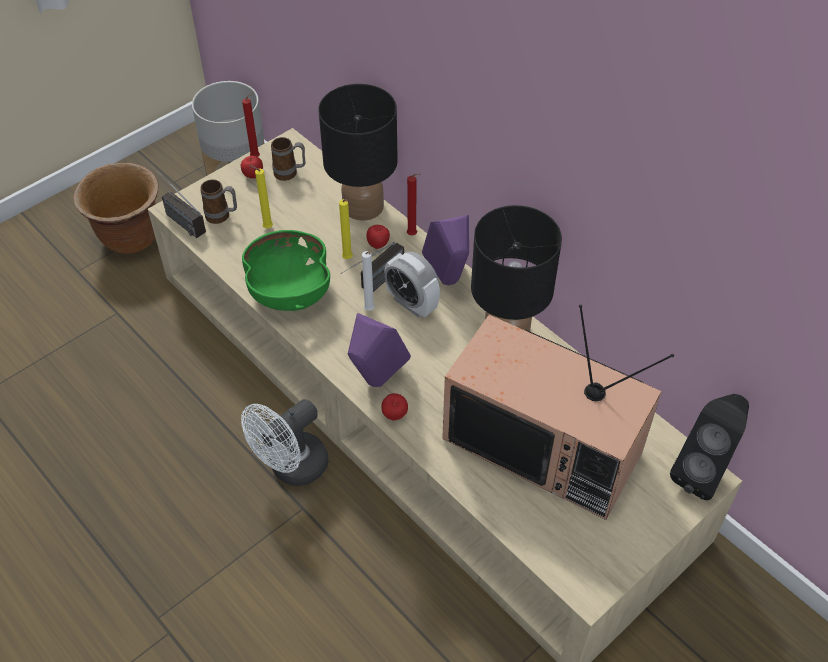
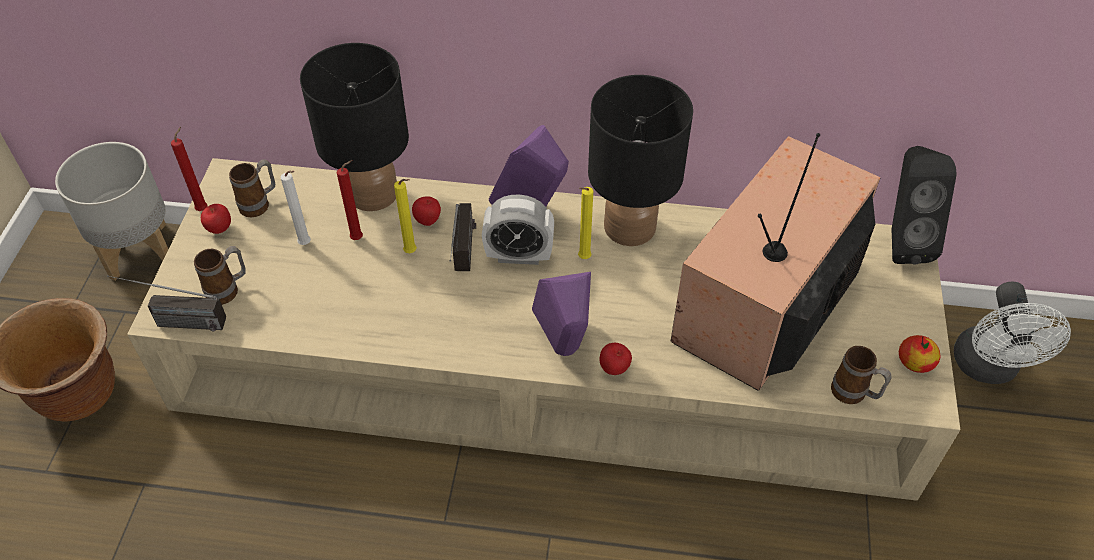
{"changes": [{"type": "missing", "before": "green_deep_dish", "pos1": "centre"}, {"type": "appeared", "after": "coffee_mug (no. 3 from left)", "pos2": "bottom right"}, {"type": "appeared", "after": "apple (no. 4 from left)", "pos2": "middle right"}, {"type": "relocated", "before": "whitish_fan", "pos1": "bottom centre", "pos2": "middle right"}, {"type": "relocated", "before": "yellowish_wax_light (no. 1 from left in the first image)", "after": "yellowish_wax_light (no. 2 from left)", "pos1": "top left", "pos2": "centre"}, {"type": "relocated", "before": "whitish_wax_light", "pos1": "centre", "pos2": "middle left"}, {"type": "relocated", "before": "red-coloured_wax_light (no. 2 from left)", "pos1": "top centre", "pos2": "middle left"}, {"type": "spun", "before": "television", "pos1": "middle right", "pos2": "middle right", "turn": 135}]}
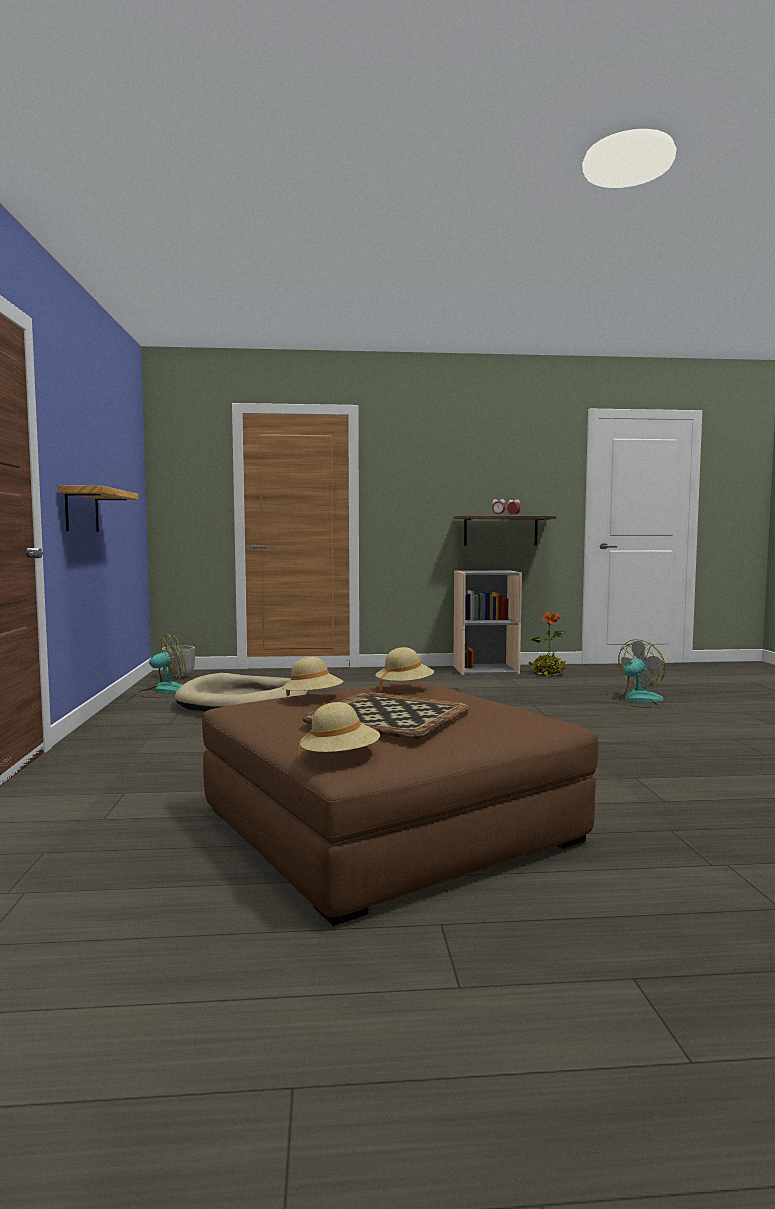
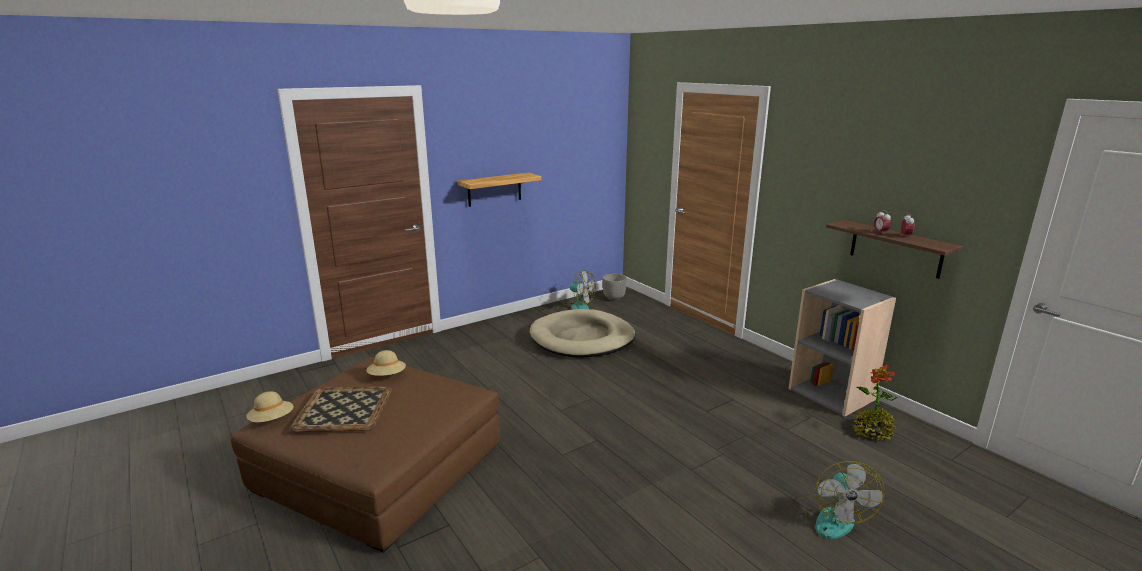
{"changes": [{"type": "missing", "before": "beige_wearable_hat (no. 3 from left)", "pos1": "centre"}, {"type": "spun", "before": "fan (no. 2 from left)", "pos1": "middle right", "pos2": "bottom right", "turn": 75}]}
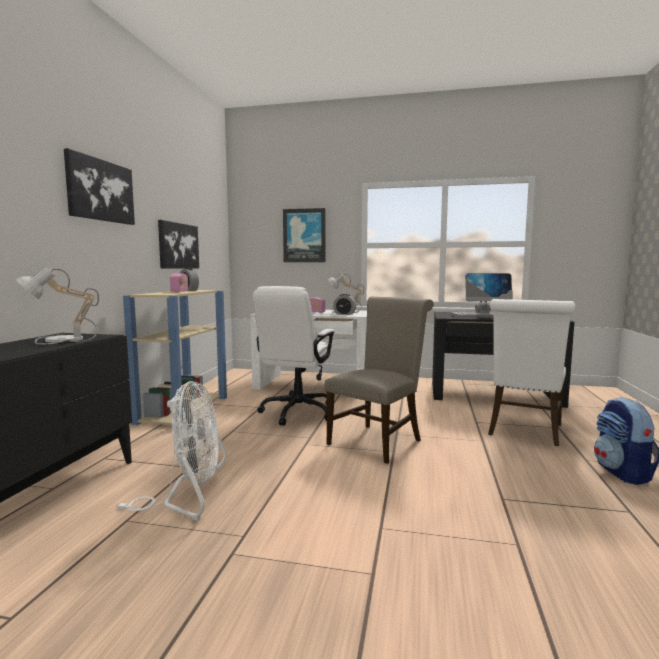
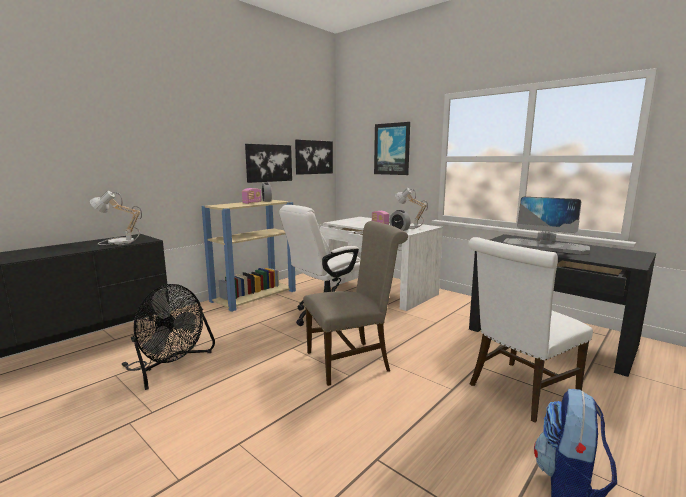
{"changes": [{"type": "relocated", "before": "wall_picture (no. 1 from left in the first image)", "after": "wall_picture (no. 2 from left)", "pos1": "top left", "pos2": "top centre"}, {"type": "colour", "before": "whitish_fan", "after": "blackish_fan", "pos1": "bottom left", "pos2": "bottom left"}]}
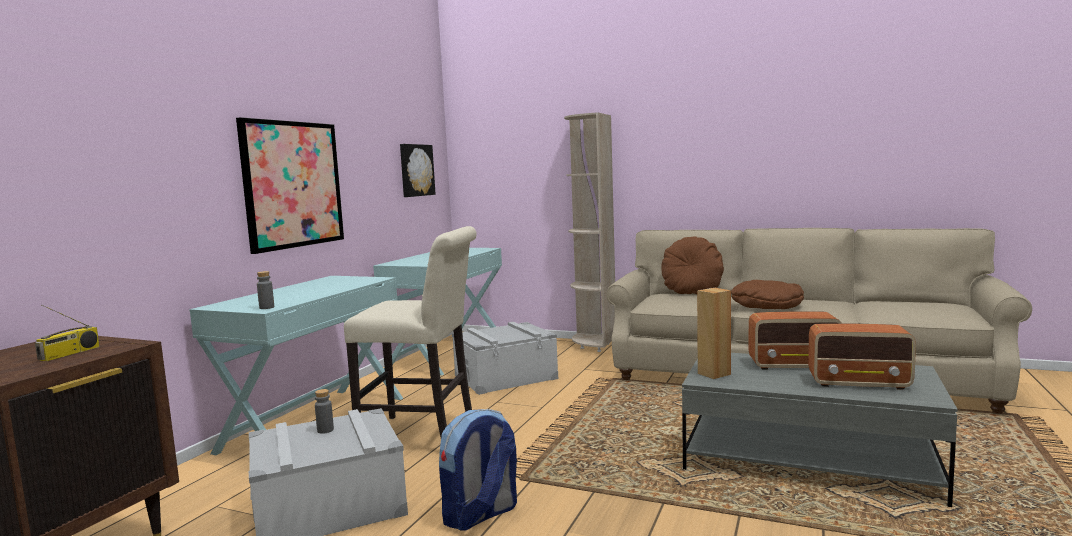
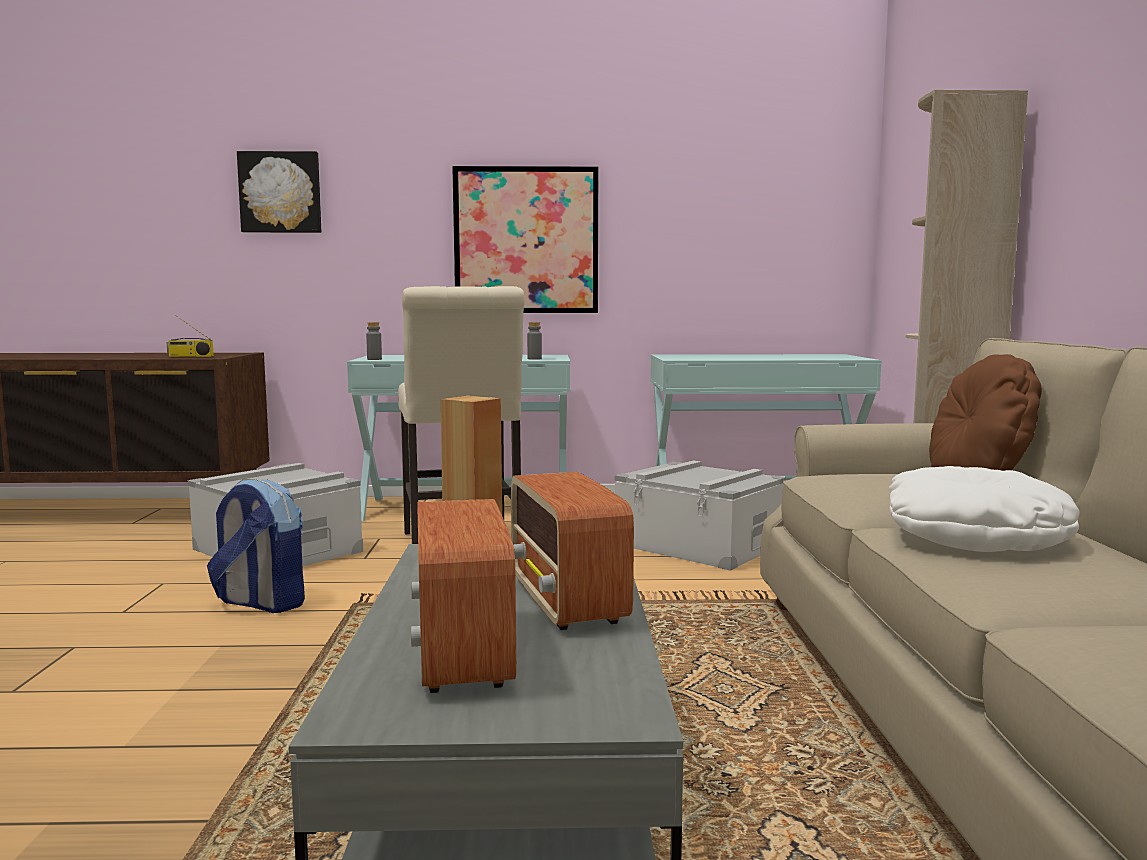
{"changes": [{"type": "relocated", "before": "greyish_bottle (no. 2 from left)", "pos1": "bottom left", "pos2": "centre"}, {"type": "relocated", "before": "wall_picture (no. 2 from left in the first image)", "after": "wall_picture (no. 1 from left)", "pos1": "top centre", "pos2": "top left"}, {"type": "colour", "before": "brown_pillow (no. 2 from left)", "after": "whitish_pillow", "pos1": "middle right", "pos2": "middle right"}]}
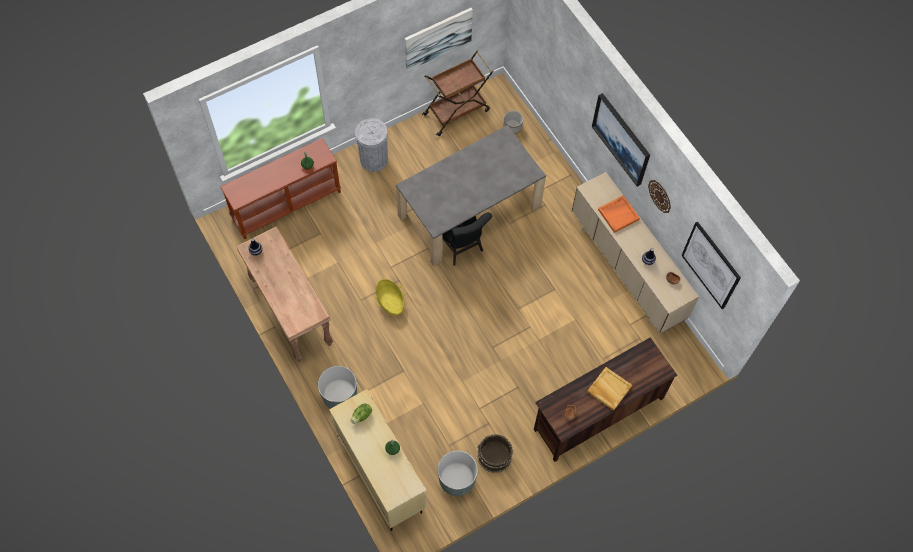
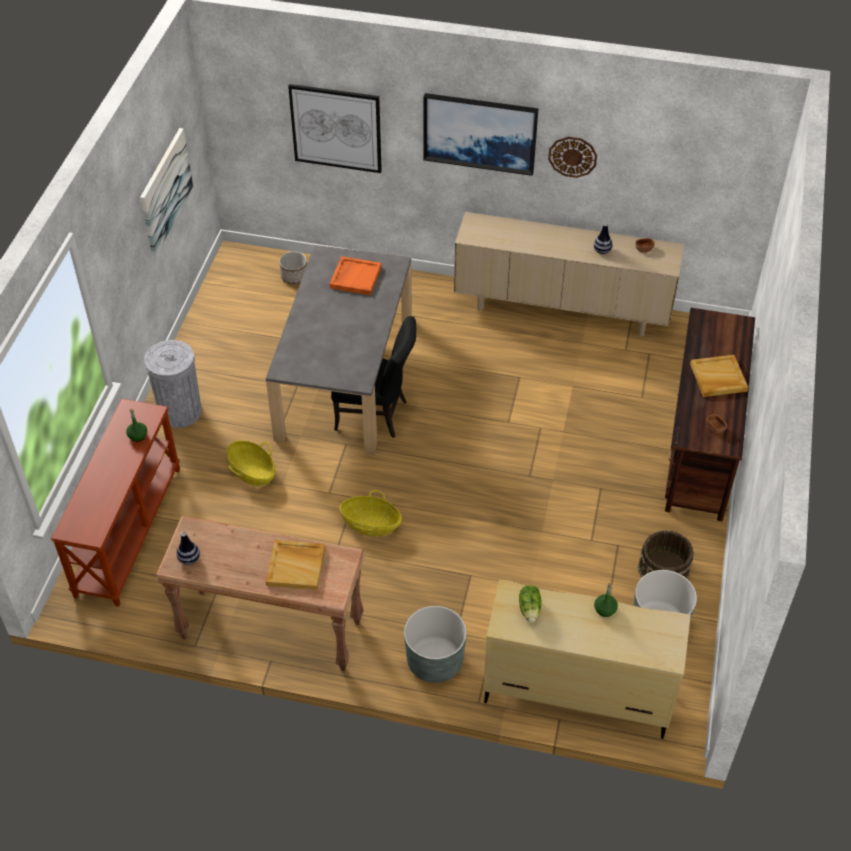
{"changes": [{"type": "missing", "before": "brown_wheeled_cart", "pos1": "top centre"}, {"type": "appeared", "after": "storage_basket (no. 1 from left)", "pos2": "middle left"}, {"type": "appeared", "after": "beige_tray (no. 1 from left)", "pos2": "centre"}, {"type": "relocated", "before": "orange_tray", "pos1": "middle right", "pos2": "top centre"}, {"type": "relocated", "before": "wall_picture (no. 3 from left in the first image)", "after": "wall_picture (no. 2 from left)", "pos1": "middle right", "pos2": "top centre"}]}
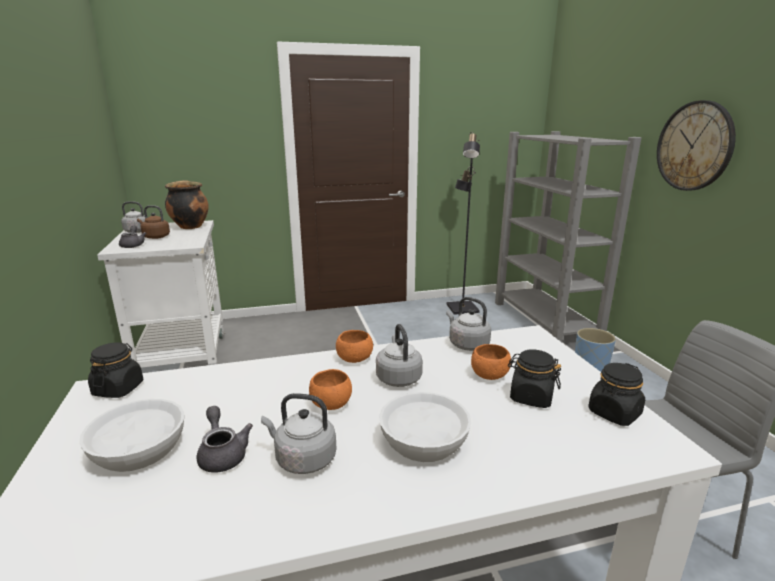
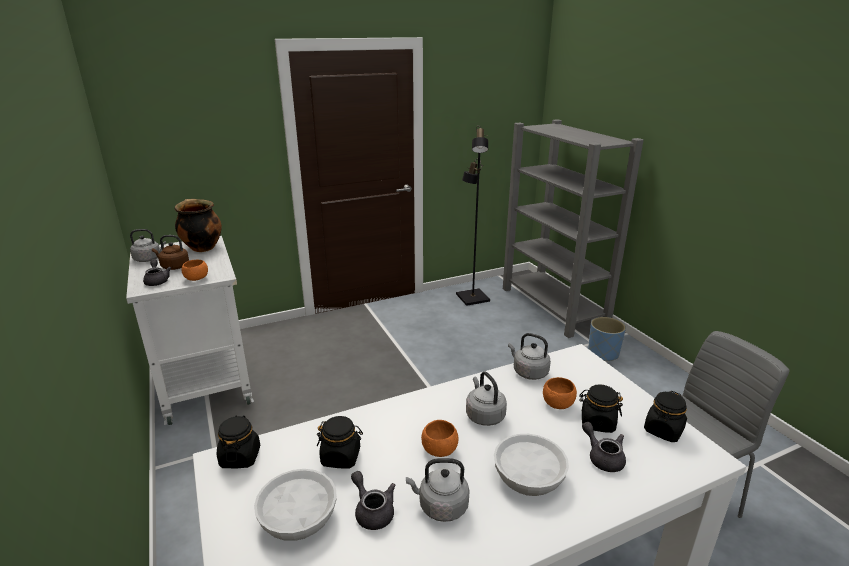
{"changes": [{"type": "missing", "before": "hanging_clock", "pos1": "top right"}, {"type": "appeared", "after": "blackish_jar (no. 2 from left)", "pos2": "bottom centre"}, {"type": "appeared", "after": "greyish_tea_pot (no. 3 from left)", "pos2": "bottom right"}, {"type": "relocated", "before": "orange_deep_dish (no. 2 from left in the first image)", "after": "orange_deep_dish (no. 1 from left)", "pos1": "centre", "pos2": "middle left"}]}
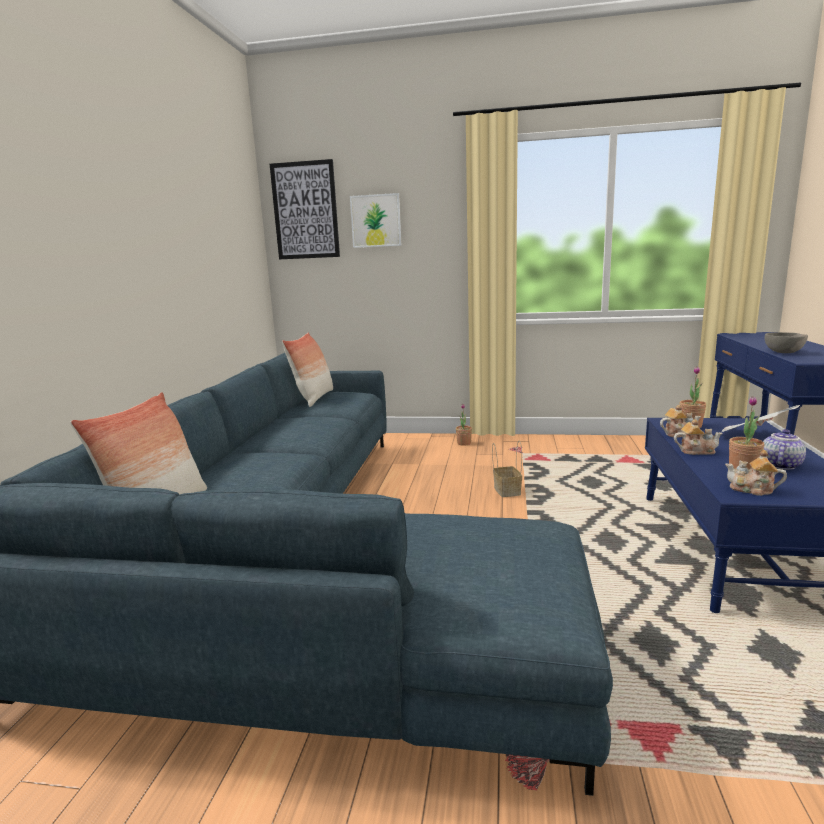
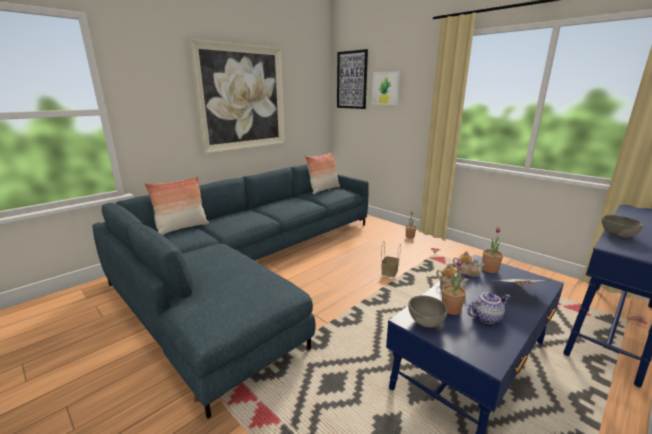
{"changes": [{"type": "appeared", "after": "wall_picture (no. 1 from left)", "pos2": "top centre"}, {"type": "exchanged", "before": "tea_pot (no. 3 from left)", "after": "greyish_deep_dish (no. 1 from left)", "pos1": "middle right", "pos2": "bottom centre"}]}
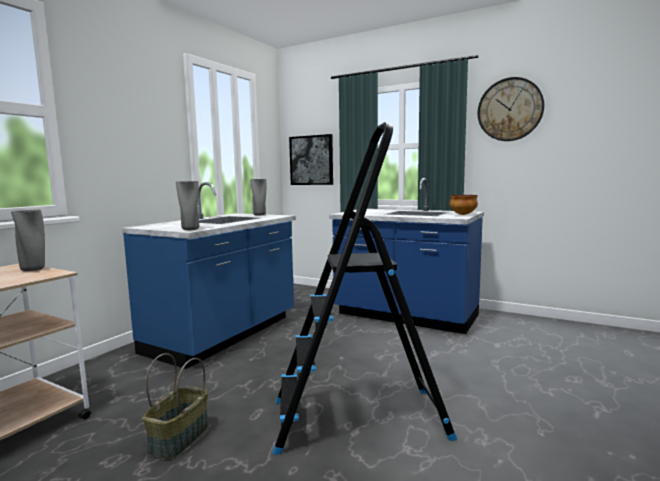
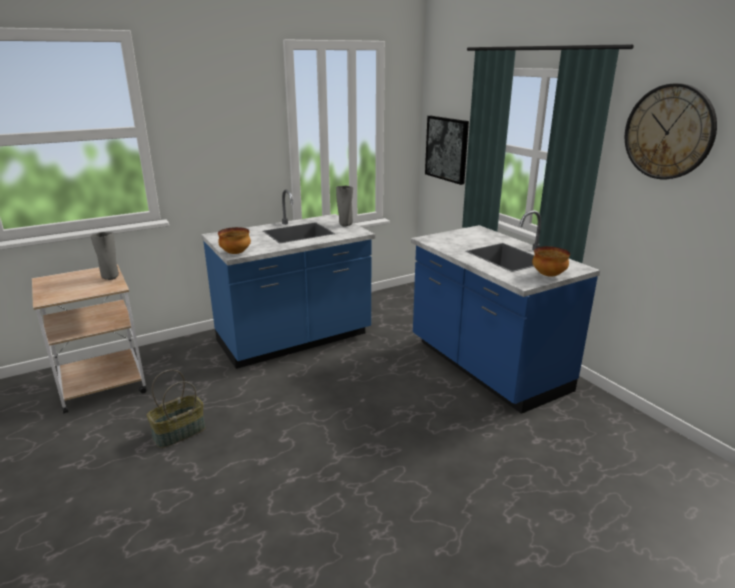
{"changes": [{"type": "missing", "before": "blackish_step_stool", "pos1": "centre"}, {"type": "exchanged", "before": "greyish_vase (no. 2 from left)", "after": "deep_dish (no. 1 from left)", "pos1": "middle left", "pos2": "middle left"}]}
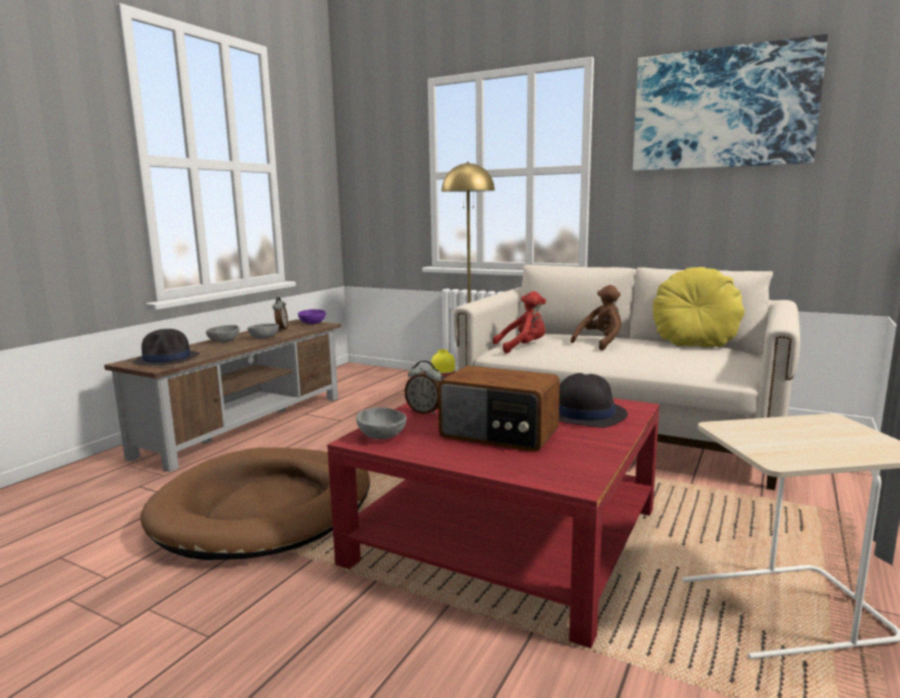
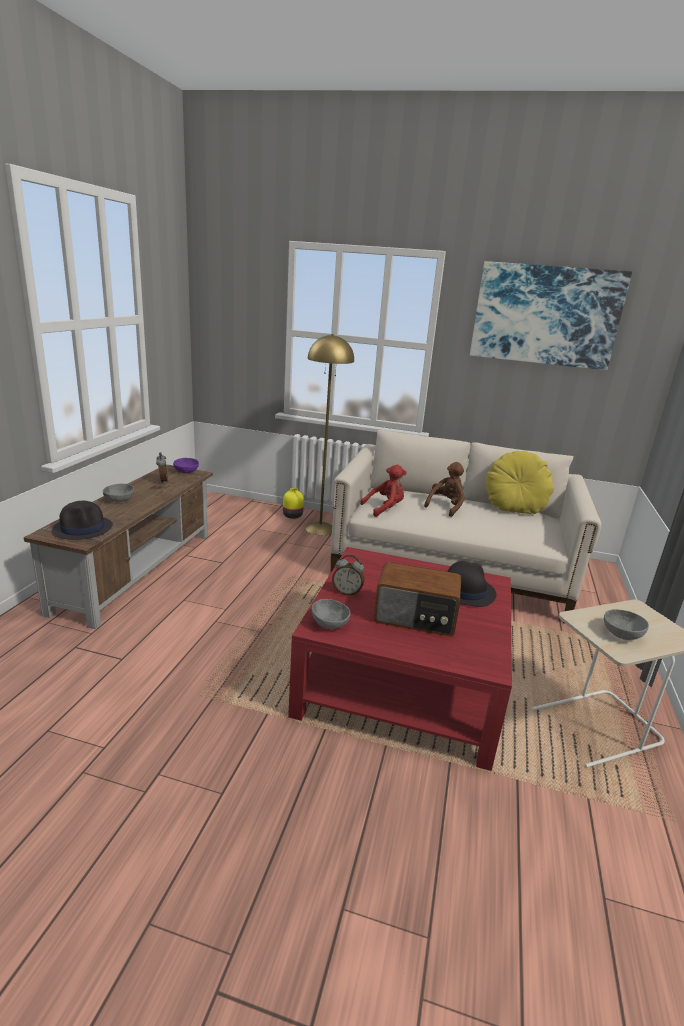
{"changes": [{"type": "missing", "before": "brown_dog_cushion", "pos1": "bottom left"}, {"type": "relocated", "before": "greyish_deep_dish (no. 2 from left in the first image)", "after": "greyish_deep_dish (no. 3 from left)", "pos1": "middle left", "pos2": "middle right"}]}
